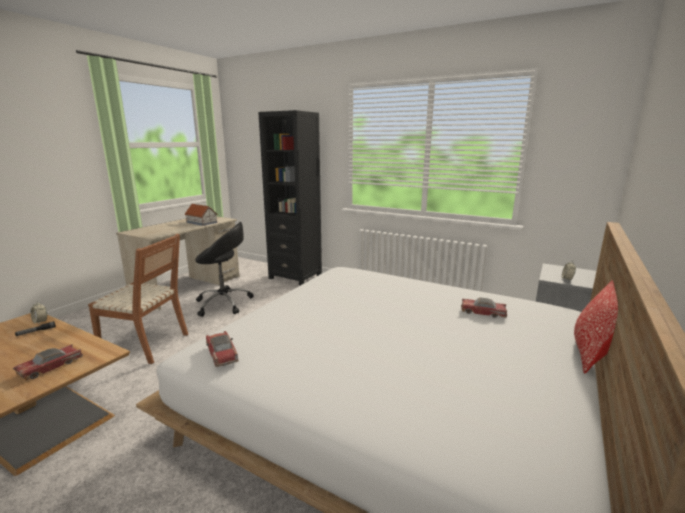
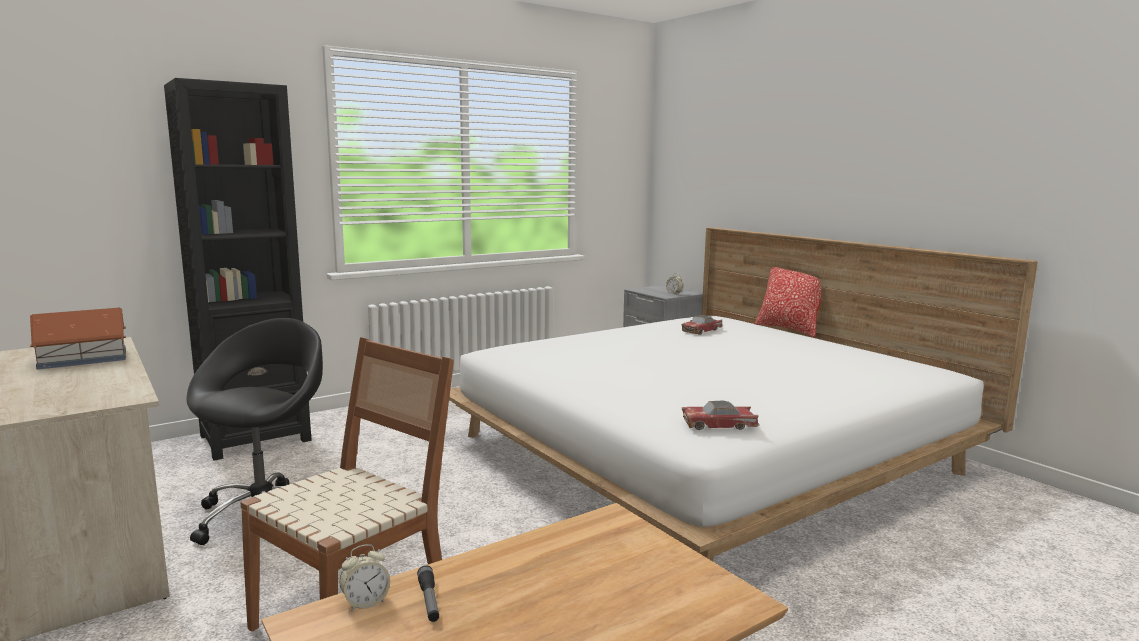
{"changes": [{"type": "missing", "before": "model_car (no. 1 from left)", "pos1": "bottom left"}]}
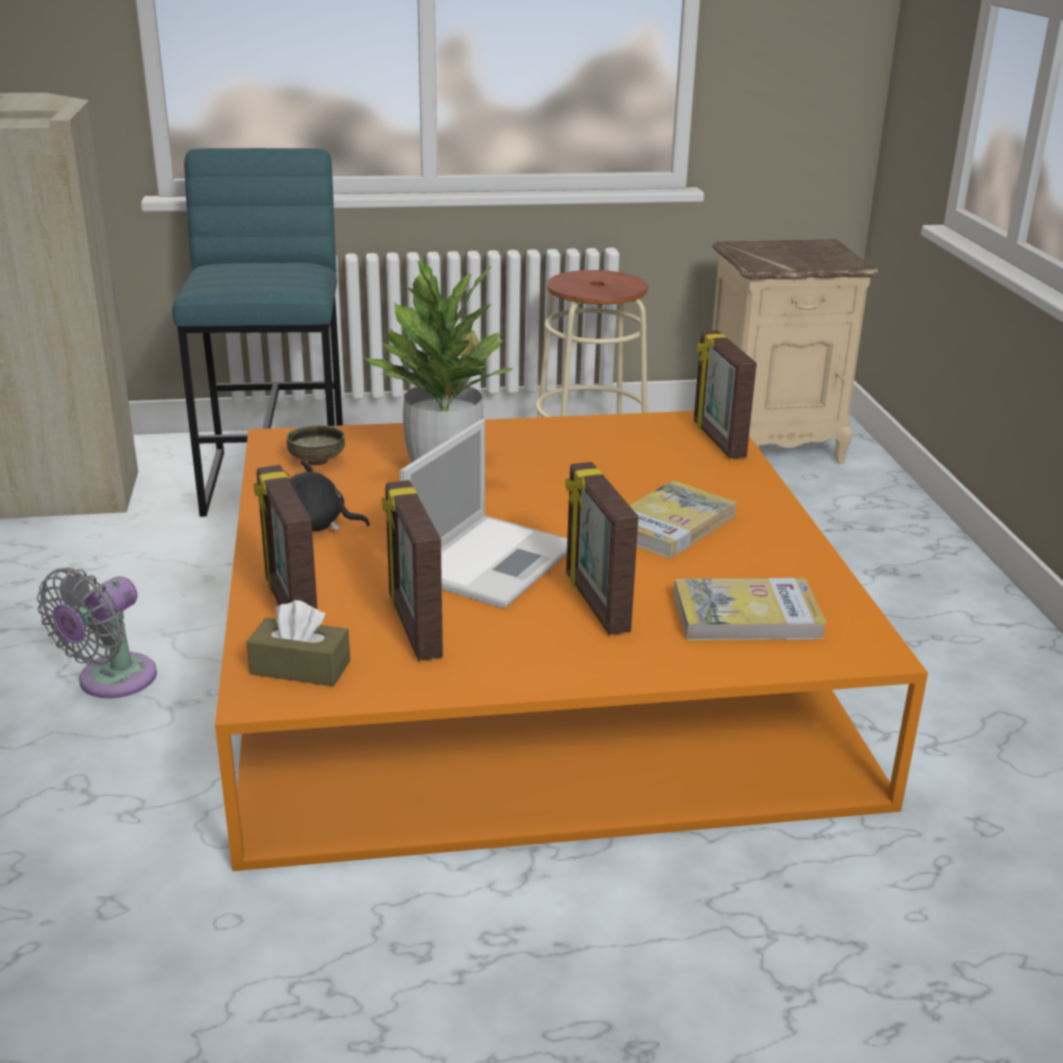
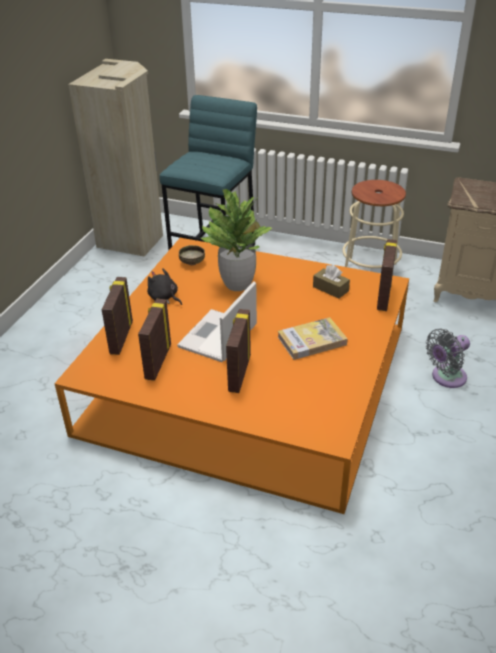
{"changes": [{"type": "missing", "before": "bound_book (no. 2 from left)", "pos1": "middle right"}, {"type": "relocated", "before": "greyish_fan", "pos1": "middle left", "pos2": "middle right"}, {"type": "relocated", "before": "brown_box_of_tissues", "pos1": "middle left", "pos2": "middle right"}, {"type": "spun", "before": "laptop", "pos1": "centre", "pos2": "centre", "turn": 150}]}
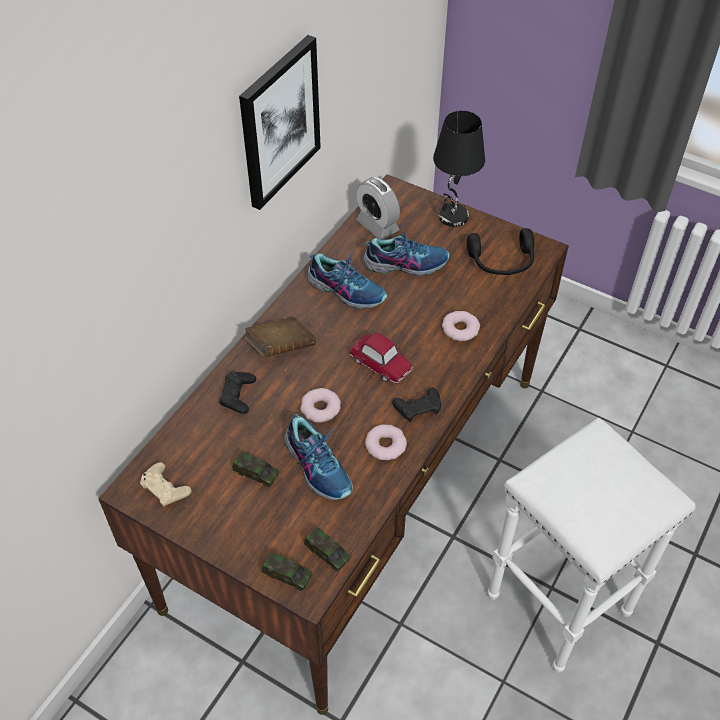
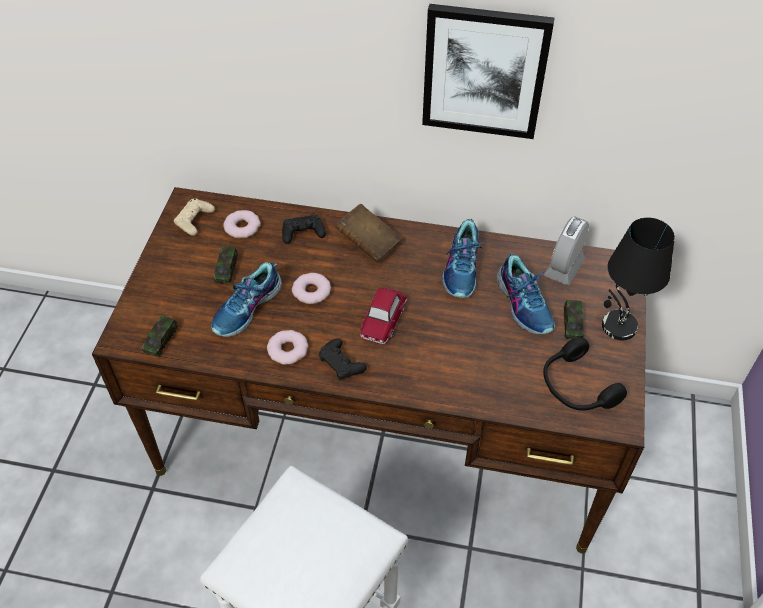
{"changes": [{"type": "relocated", "before": "model_car (no. 2 from left in the first image)", "after": "model_car (no. 4 from left)", "pos1": "bottom centre", "pos2": "middle right"}, {"type": "relocated", "before": "ring_doughnut (no. 3 from left in the first image)", "after": "ring_doughnut (no. 1 from left)", "pos1": "centre", "pos2": "middle left"}]}
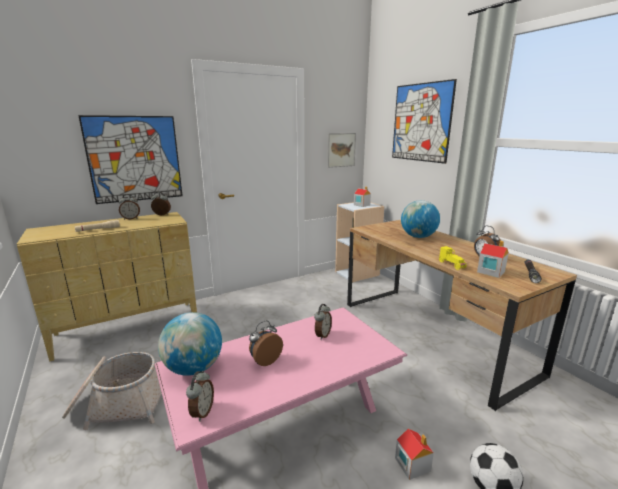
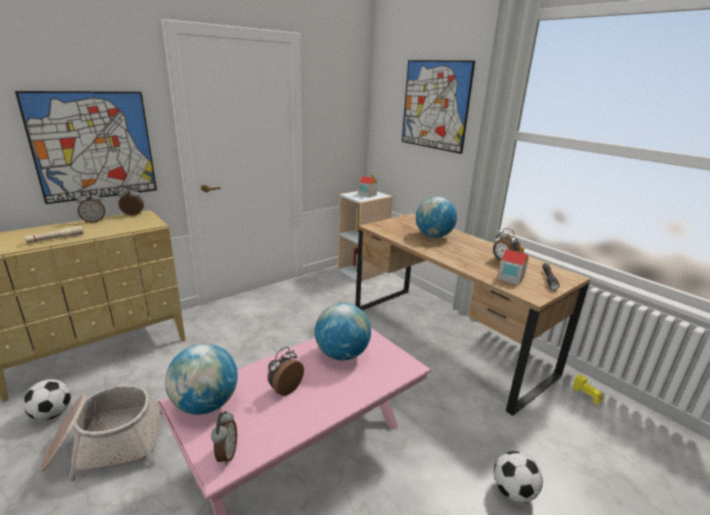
{"changes": [{"type": "missing", "before": "wall_picture (no. 2 from left)", "pos1": "top centre"}, {"type": "missing", "before": "model_house (no. 2 from left)", "pos1": "bottom right"}, {"type": "appeared", "after": "football (no. 1 from left)", "pos2": "bottom left"}, {"type": "relocated", "before": "yellowish_model_car", "pos1": "middle right", "pos2": "bottom right"}, {"type": "exchanged", "before": "table_clock (no. 5 from left)", "after": "globe (no. 2 from left)", "pos1": "centre", "pos2": "centre"}]}
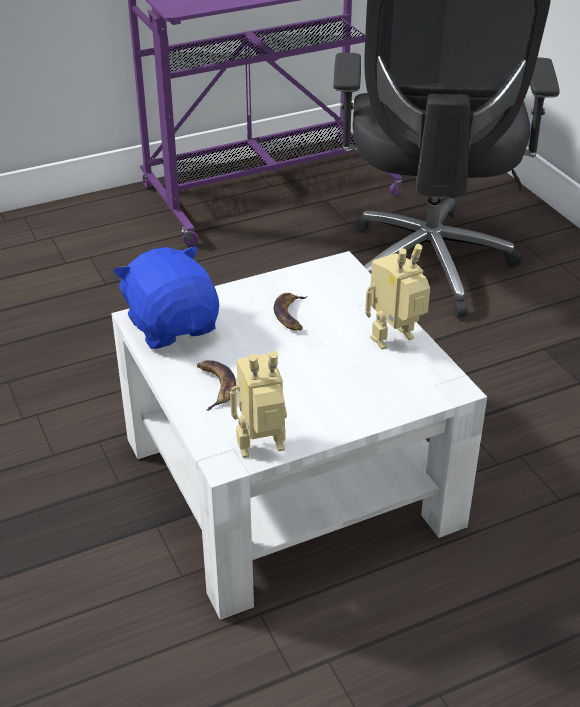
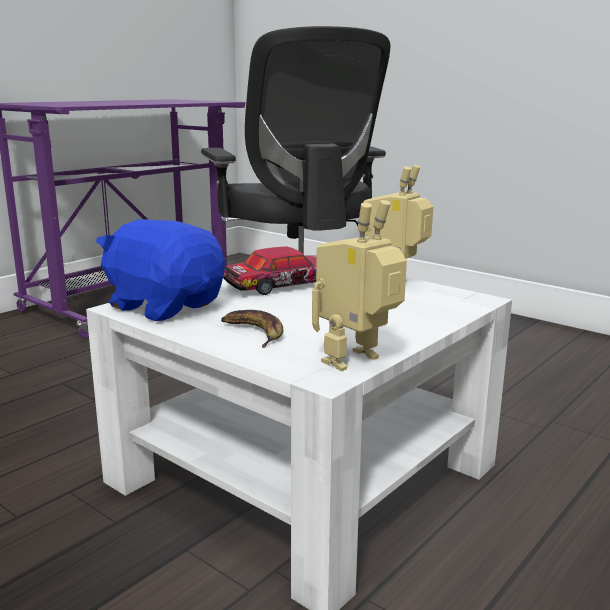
{"changes": [{"type": "exchanged", "before": "whole_banana (no. 2 from left)", "after": "model_car", "pos1": "centre", "pos2": "centre"}]}
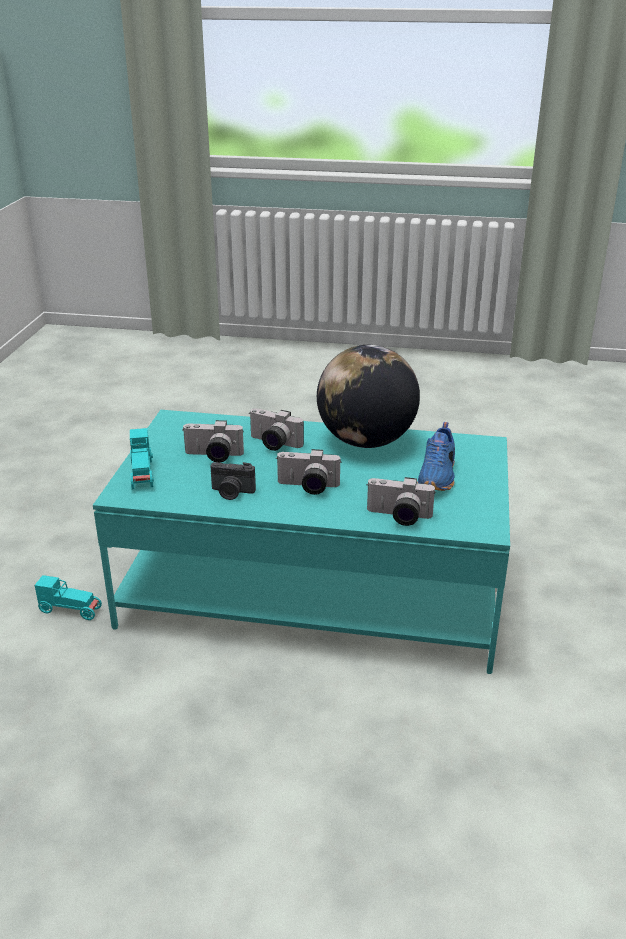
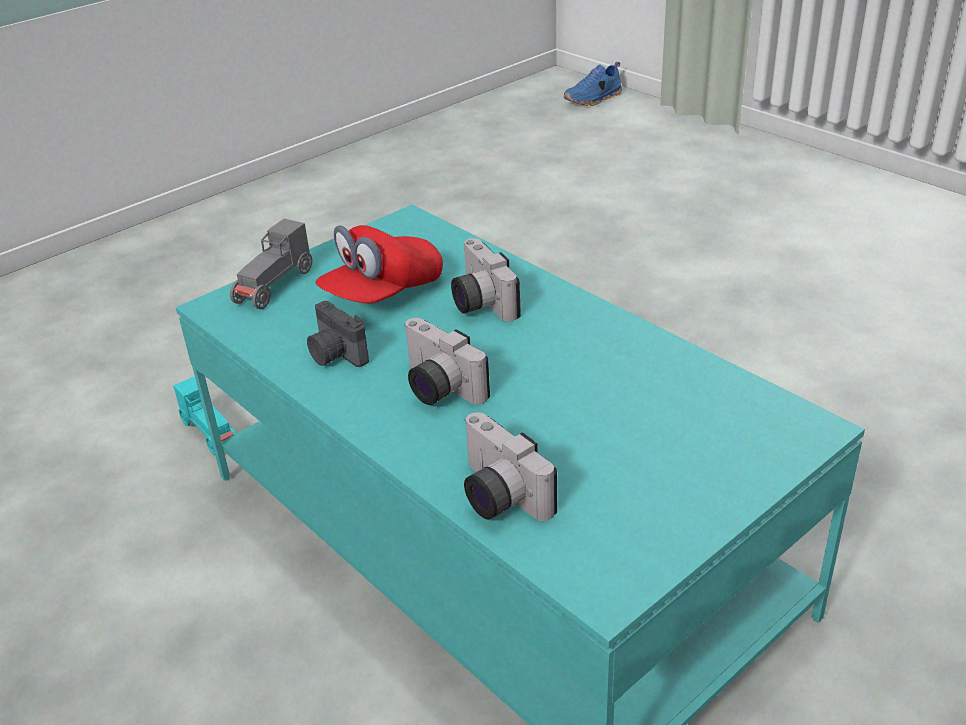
{"changes": [{"type": "missing", "before": "globe", "pos1": "centre"}, {"type": "relocated", "before": "bluish_low_shoe", "pos1": "middle right", "pos2": "top centre"}, {"type": "exchanged", "before": "still_camera (no. 1 from left)", "after": "red-coloured_cap", "pos1": "centre", "pos2": "centre"}, {"type": "colour", "before": "blue-green_model_car (no. 2 from left)", "after": "greyish_model_car", "pos1": "middle left", "pos2": "middle left"}]}
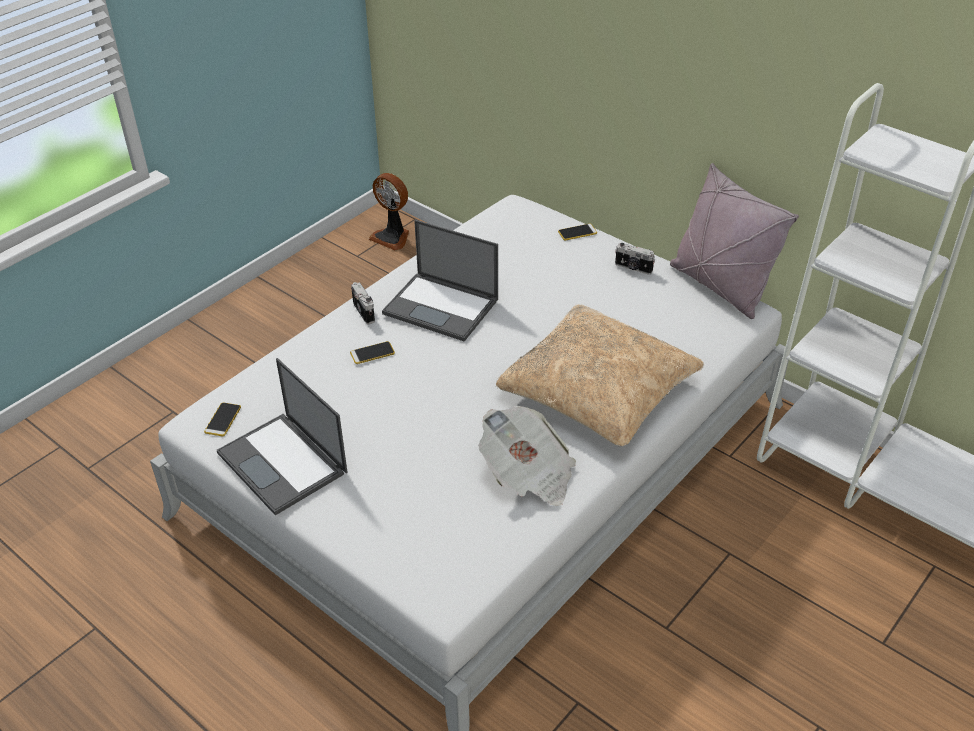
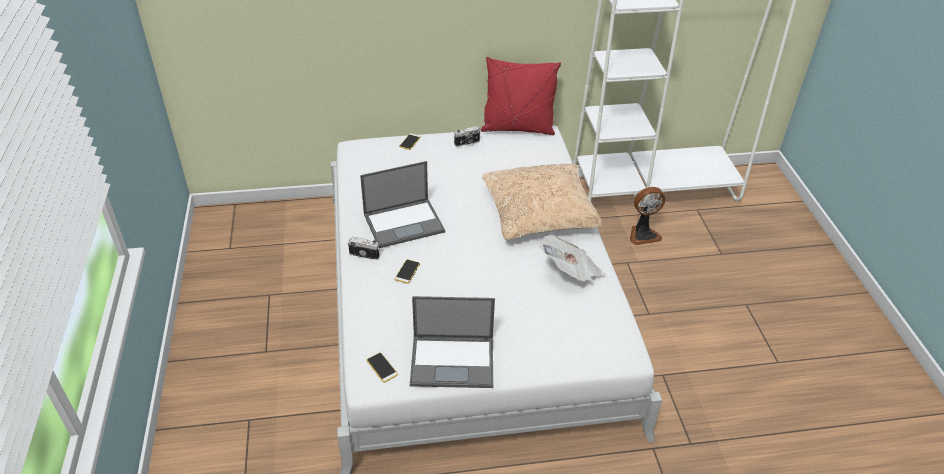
{"changes": [{"type": "relocated", "before": "fan", "pos1": "top centre", "pos2": "middle right"}, {"type": "colour", "before": "purple-coloured_pillow", "after": "red-coloured_pillow", "pos1": "top right", "pos2": "top centre"}]}
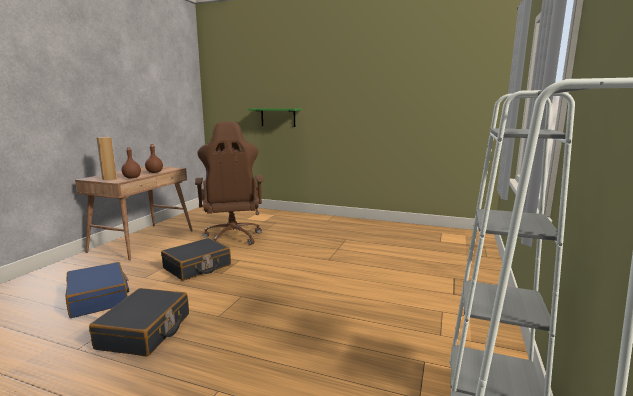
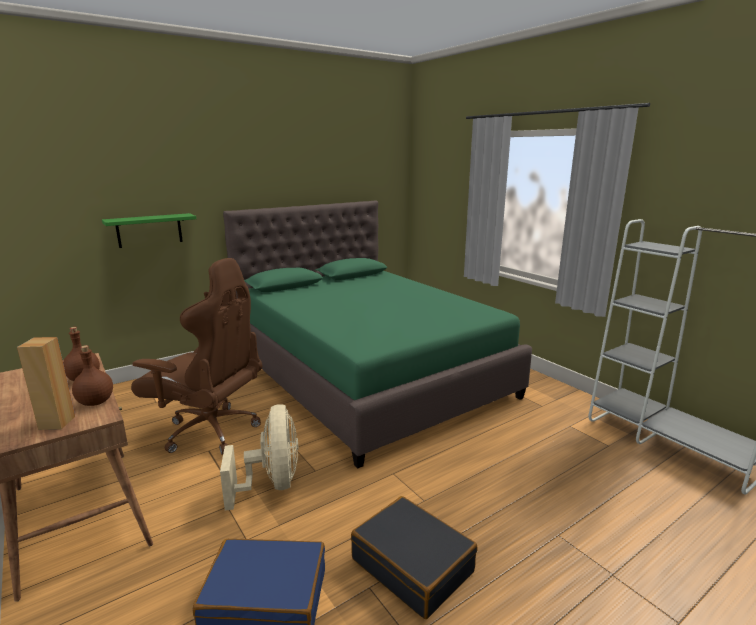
{"changes": [{"type": "appeared", "after": "green_bedroom_bed", "pos2": "centre"}, {"type": "exchanged", "before": "blackish_travel_case (no. 2 from left)", "after": "beige_fan", "pos1": "middle left", "pos2": "bottom centre"}]}
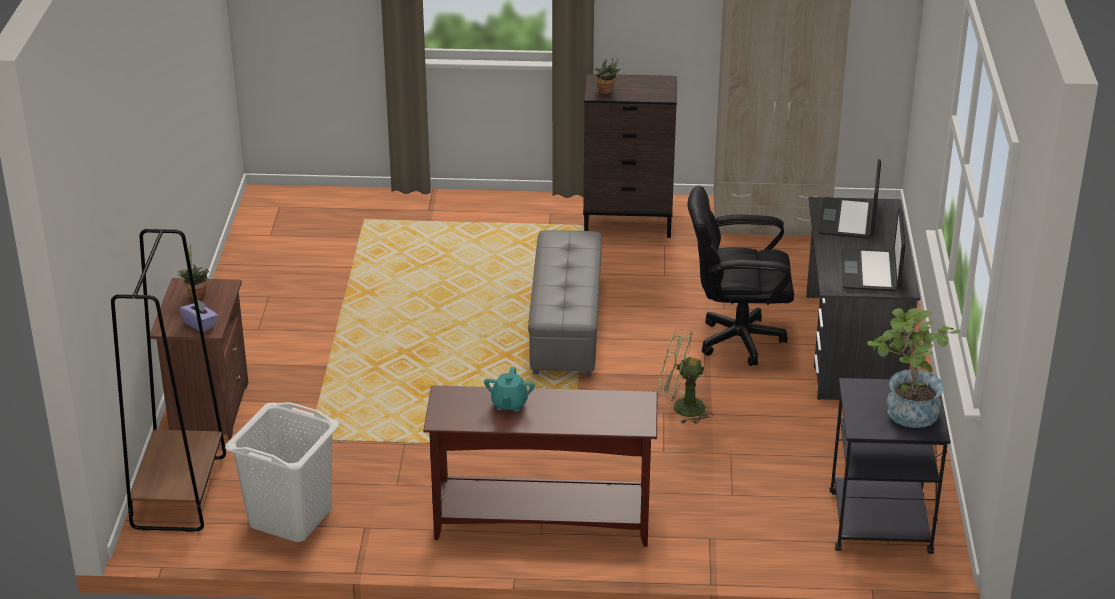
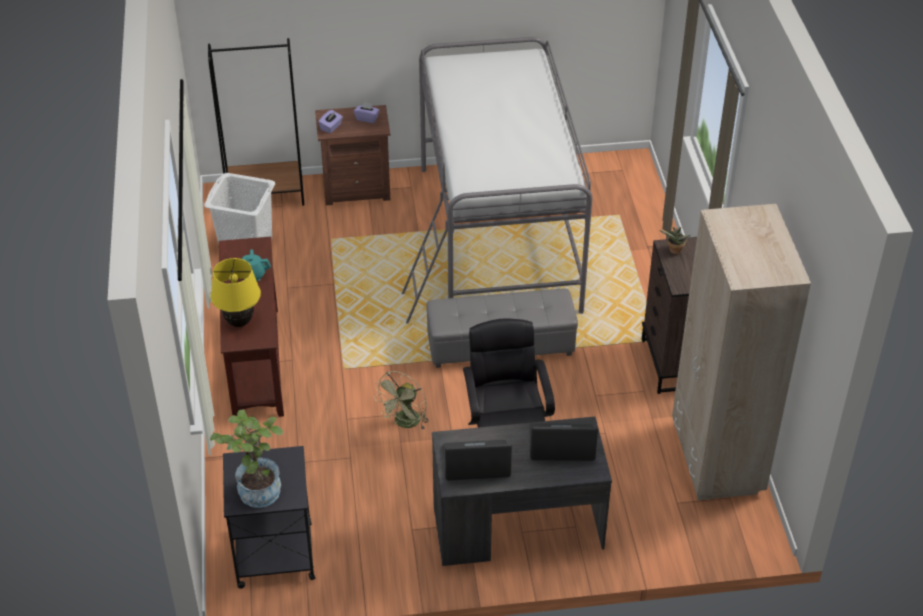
{"changes": [{"type": "appeared", "after": "yellowish_table_lamp", "pos2": "middle left"}, {"type": "appeared", "after": "greyish_bedroom_bed", "pos2": "top centre"}, {"type": "exchanged", "before": "houseplant (no. 1 from left)", "after": "purple-coloured_box_of_tissues (no. 2 from left)", "pos1": "middle left", "pos2": "top centre"}, {"type": "spun", "before": "green_fan", "pos1": "centre", "pos2": "centre", "turn": -150}]}
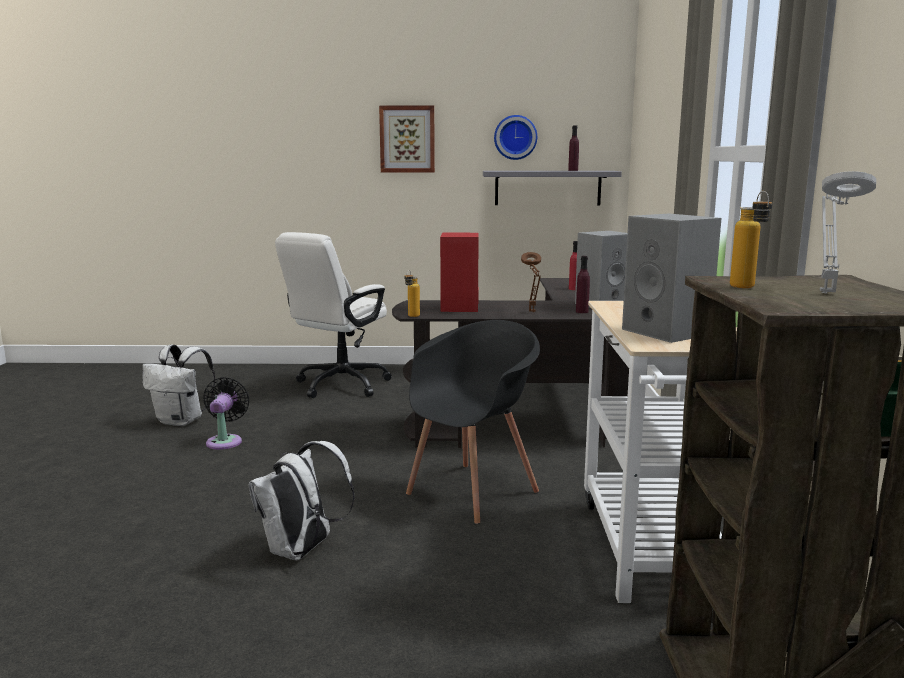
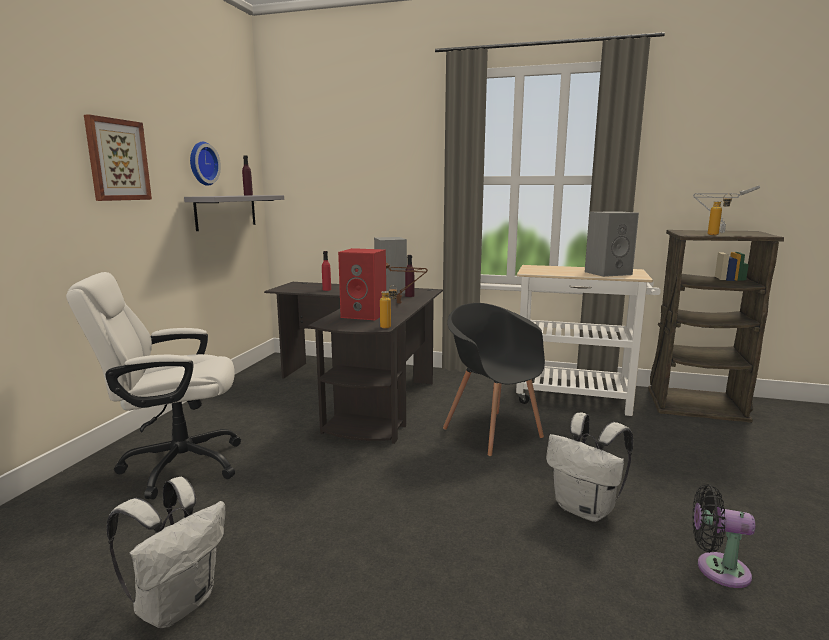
{"changes": [{"type": "relocated", "before": "blackish_fan", "pos1": "middle left", "pos2": "bottom right"}, {"type": "spun", "before": "whitish_desk_chair", "pos1": "centre", "pos2": "middle left", "turn": 120}]}
